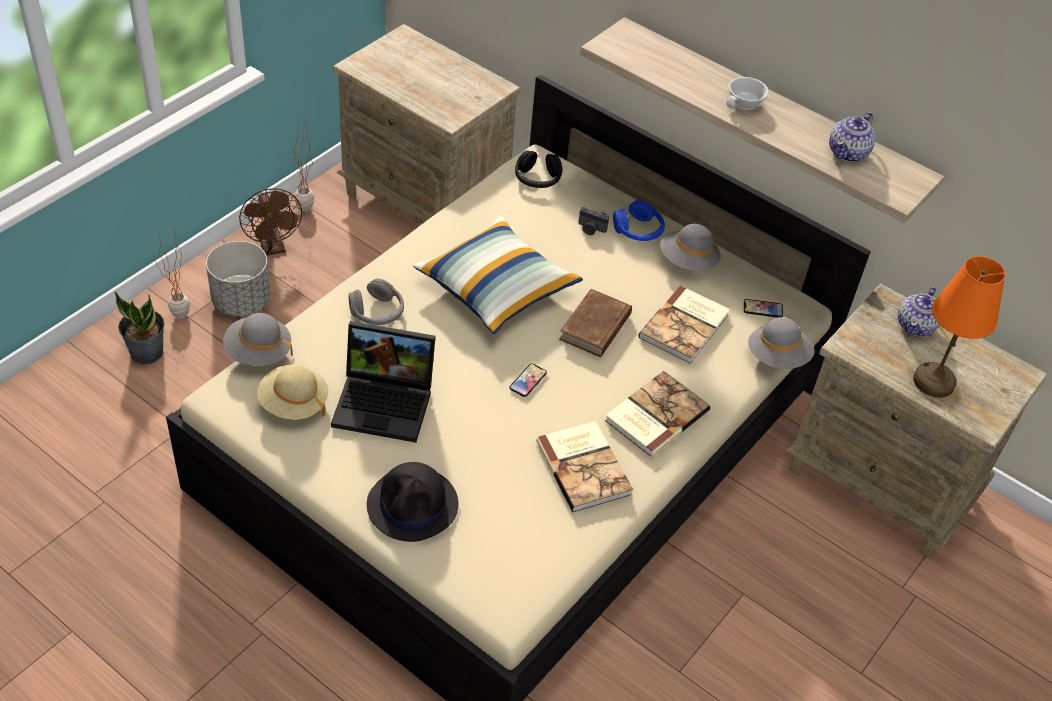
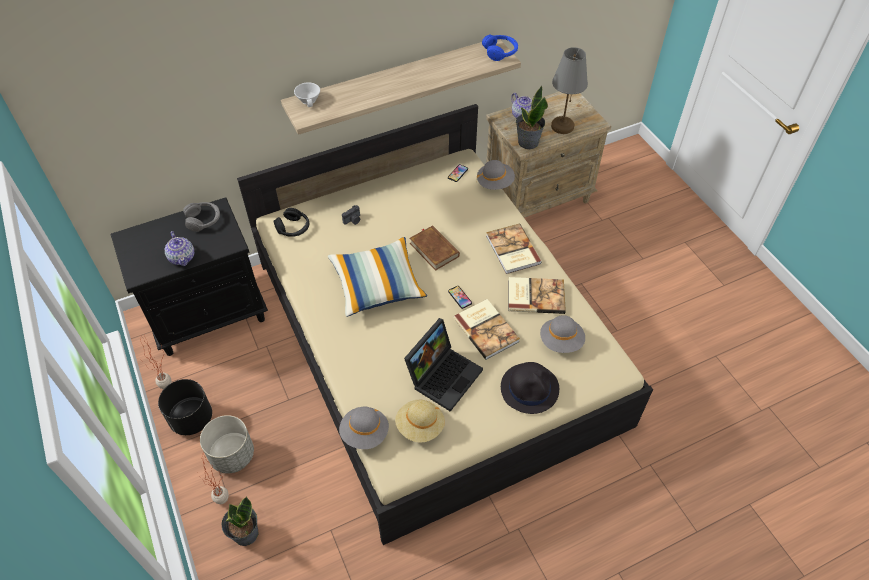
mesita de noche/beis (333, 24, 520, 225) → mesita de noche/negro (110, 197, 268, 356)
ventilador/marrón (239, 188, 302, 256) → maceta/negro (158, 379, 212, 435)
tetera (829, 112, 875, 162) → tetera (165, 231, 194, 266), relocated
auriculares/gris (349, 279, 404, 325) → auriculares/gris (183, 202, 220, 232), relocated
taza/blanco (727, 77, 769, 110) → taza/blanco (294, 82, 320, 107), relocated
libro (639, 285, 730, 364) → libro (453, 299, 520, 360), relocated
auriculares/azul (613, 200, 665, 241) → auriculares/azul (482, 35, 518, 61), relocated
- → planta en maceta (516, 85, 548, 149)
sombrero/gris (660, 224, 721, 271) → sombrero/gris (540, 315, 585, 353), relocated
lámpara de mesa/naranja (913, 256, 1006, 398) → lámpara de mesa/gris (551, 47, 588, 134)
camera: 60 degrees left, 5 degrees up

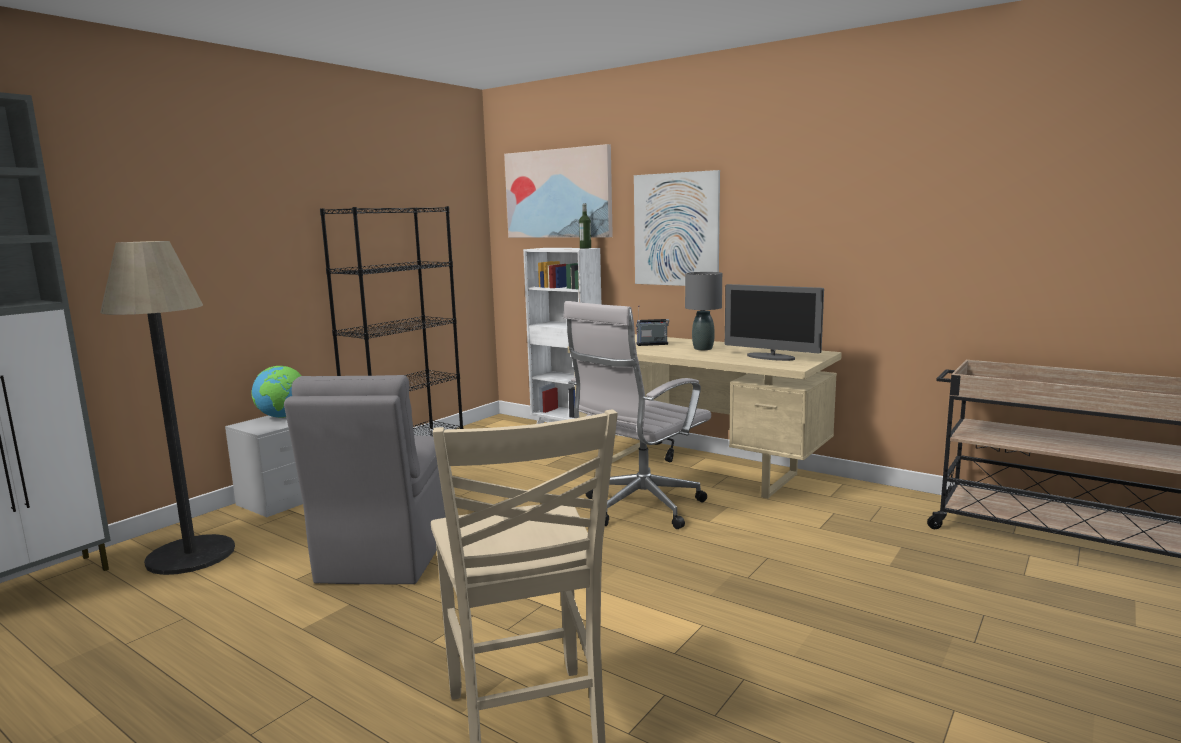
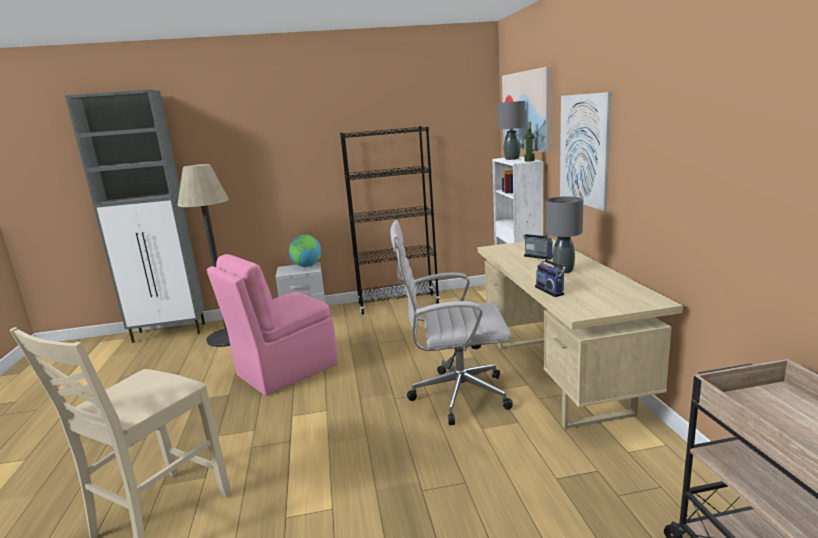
silla/gris (284, 375, 446, 584) → silla/rosa (207, 254, 338, 396)
- → lámpara de mesa/gris (498, 101, 525, 160)
- → radio (535, 252, 566, 297)
monitor (724, 284, 824, 361) → -
camera: 45 degrees right, 5 degrees up

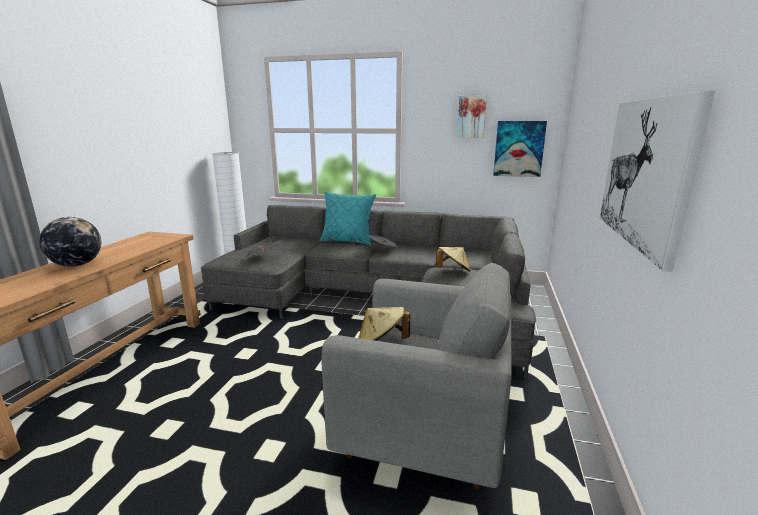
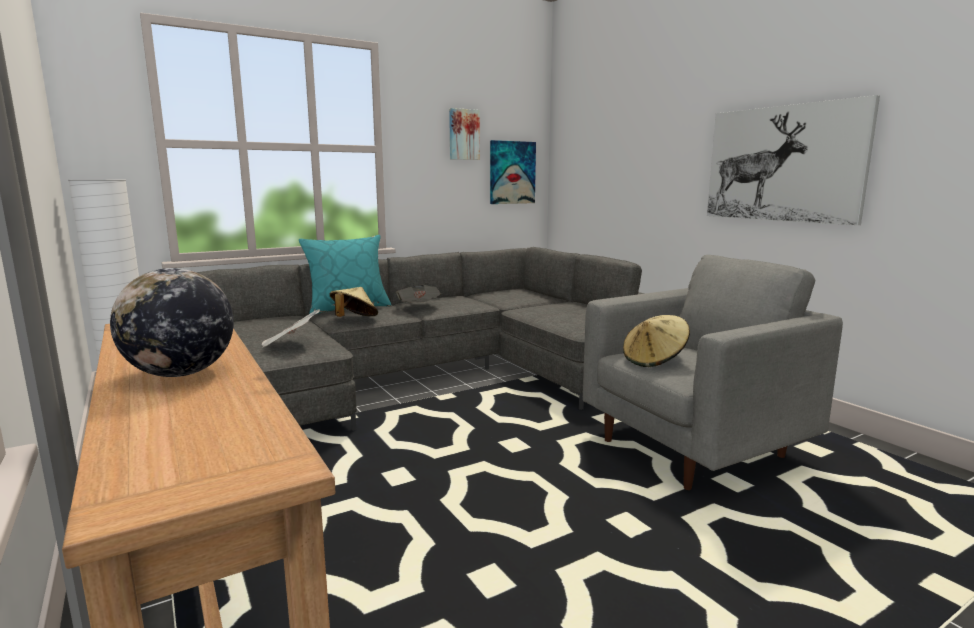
sombrero/beis (436, 247, 471, 272) → sombrero/beis (329, 287, 378, 317), relocated
camera: 45 degrees left, 5 degrees down

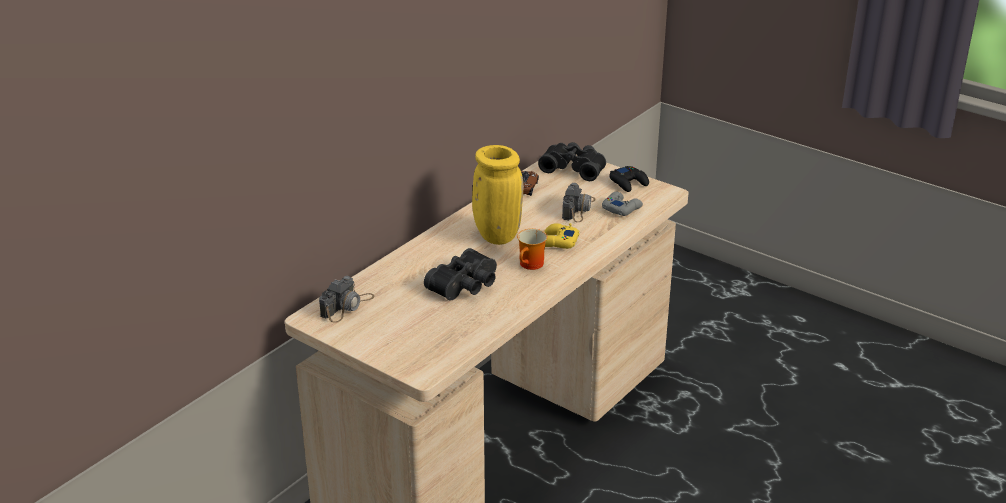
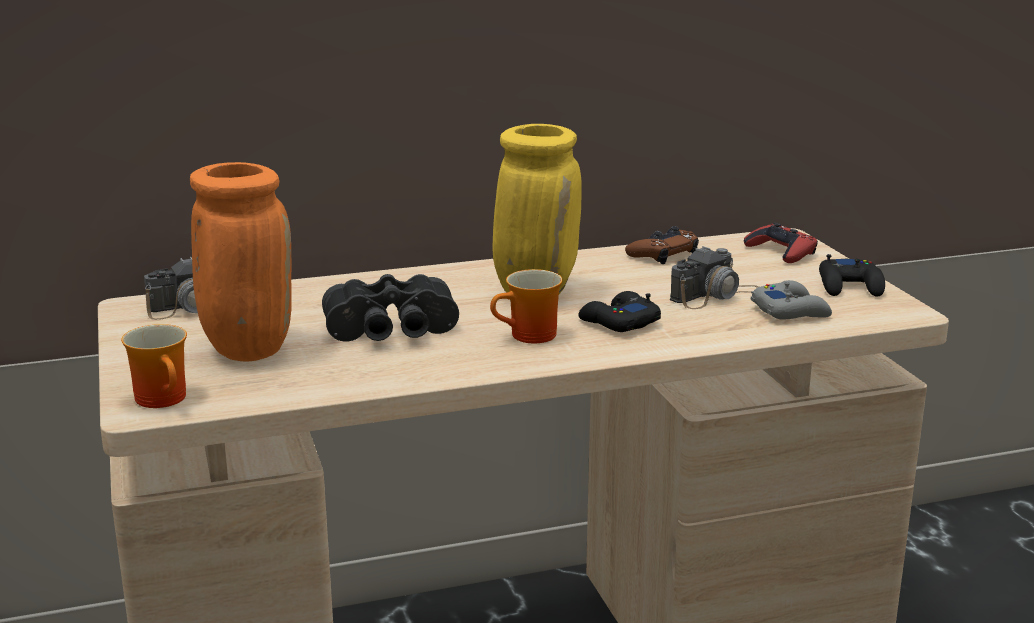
- → taza grande (121, 324, 187, 408)
- → florero/naranja (190, 162, 292, 362)
mando de consola/amarillo (544, 223, 580, 249) → mando de consola/negro (578, 291, 661, 332)
prismáticos/negro (538, 142, 606, 181) → mando de consola/rojo (744, 223, 818, 263)
camera: 35 degrees right, 10 degrees down

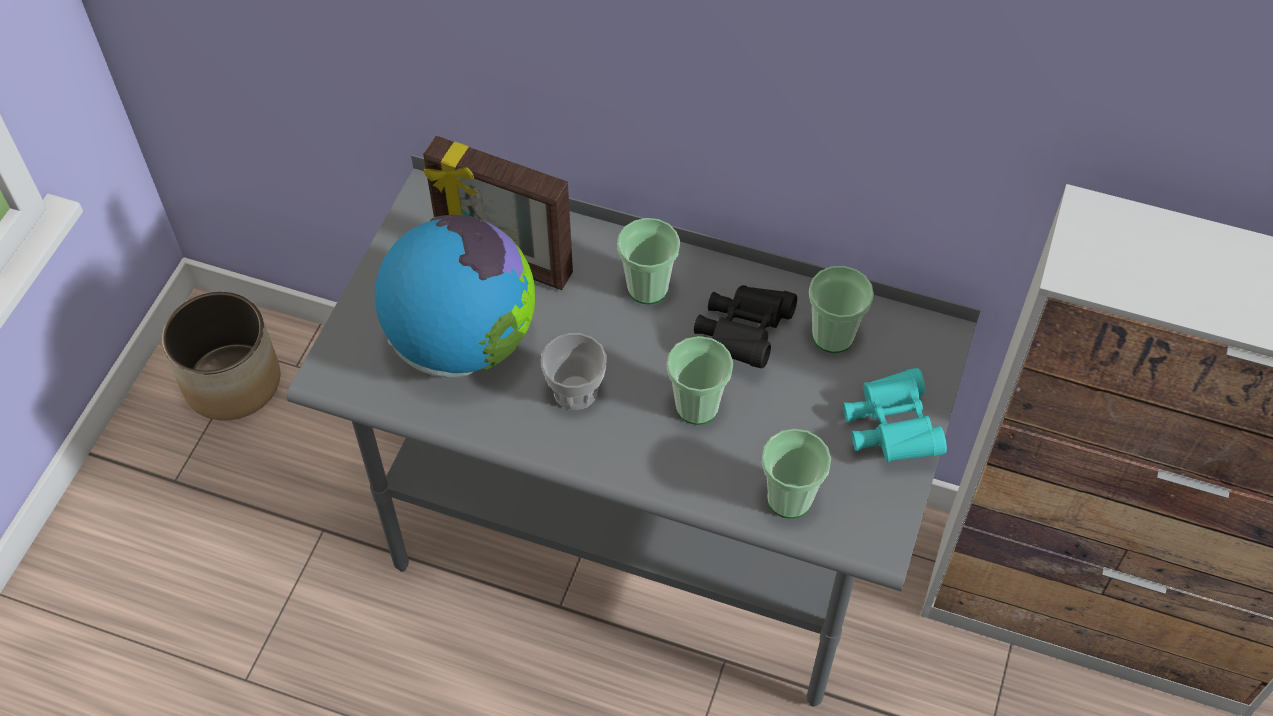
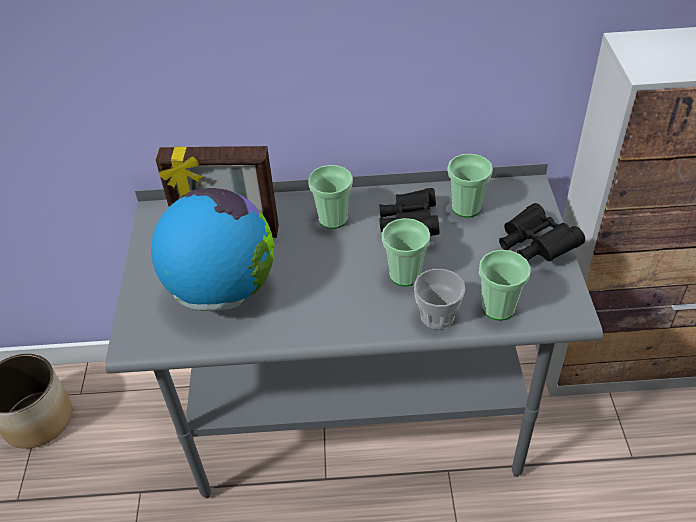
taza (541, 333, 606, 410) → taza (414, 269, 465, 329), relocated
prismáticos/turquesa (843, 368, 947, 462) → prismáticos/negro (499, 203, 585, 261)
camera: 20 degrees left, 10 degrees down

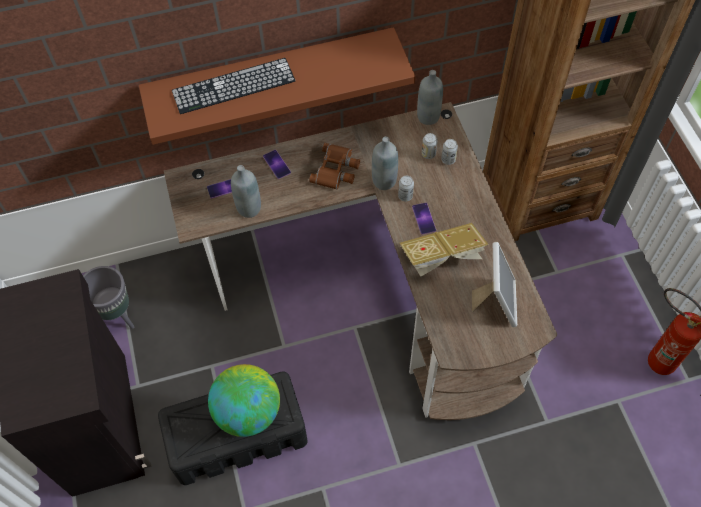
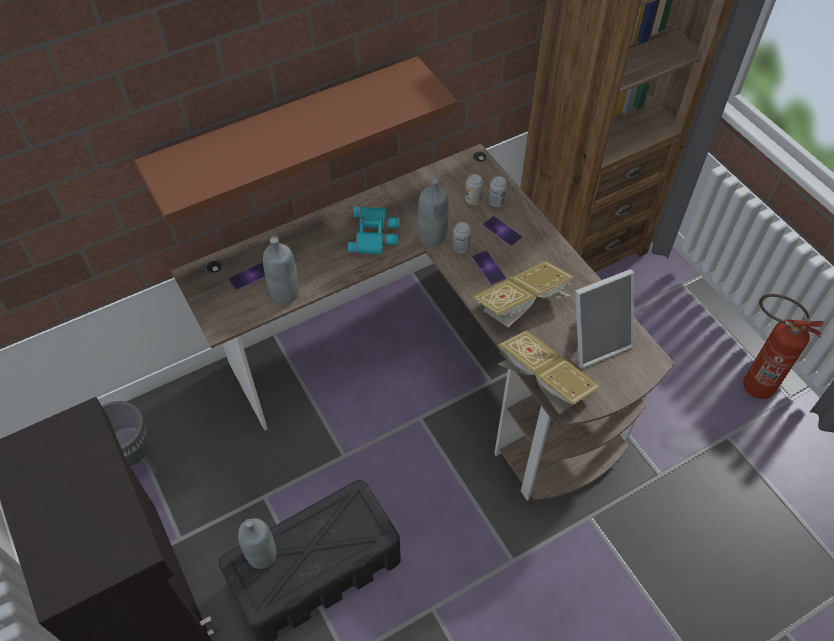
botella/gris (417, 70, 443, 125) → botella/gris (238, 518, 277, 569), relocated
prismáticos/marrón (309, 143, 360, 190) → prismáticos/turquesa (348, 207, 400, 255)
móvil (263, 150, 291, 179) → móvil (482, 216, 522, 246), relocated
- → libro (498, 330, 601, 414)
portarretratos (472, 242, 517, 327) → portarretratos (570, 269, 634, 368), 75 degrees clockwise
teclado (172, 58, 296, 114) → -
globo terráqueo (208, 364, 280, 437) → -
camera: 15 degrees left, 5 degrees down

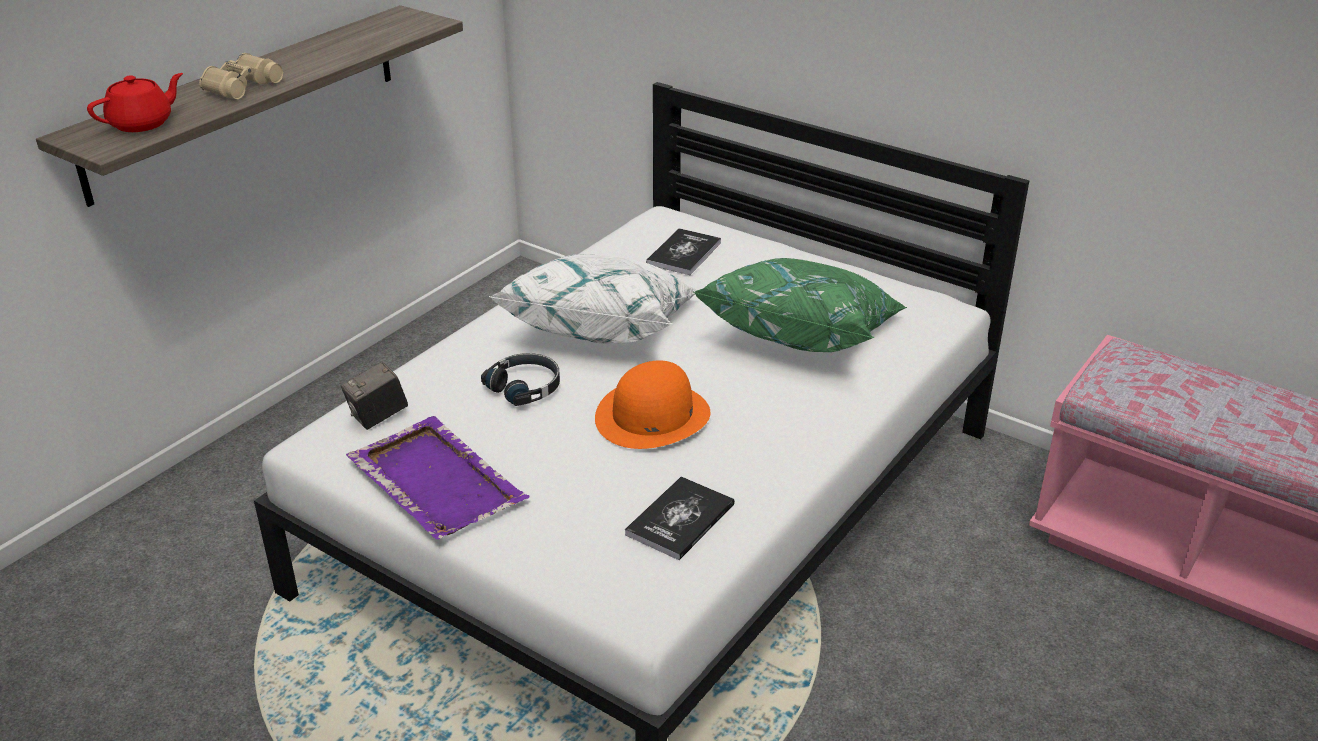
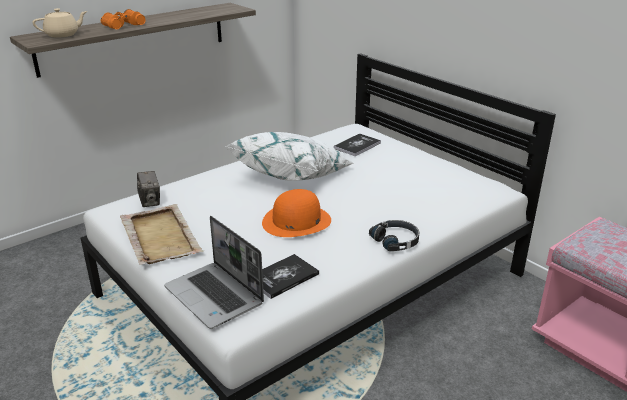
tetera/rojo (87, 73, 183, 132) → tetera/beis (33, 8, 87, 38)
prismáticos/beis (199, 53, 283, 99) → prismáticos/naranja (101, 9, 145, 29)
bandeja/morado (346, 416, 530, 540) → bandeja/beis (120, 204, 204, 265)
cámara (341, 362, 408, 430) → cámara (137, 171, 160, 207), 90 degrees counterclockwise
- → portátil (164, 216, 264, 329)
auriculares/negro (481, 353, 560, 406) → auriculares/negro (369, 220, 419, 251), relocated
cojín/verde (693, 258, 907, 352) → -
camera: 15 degrees right, 5 degrees down

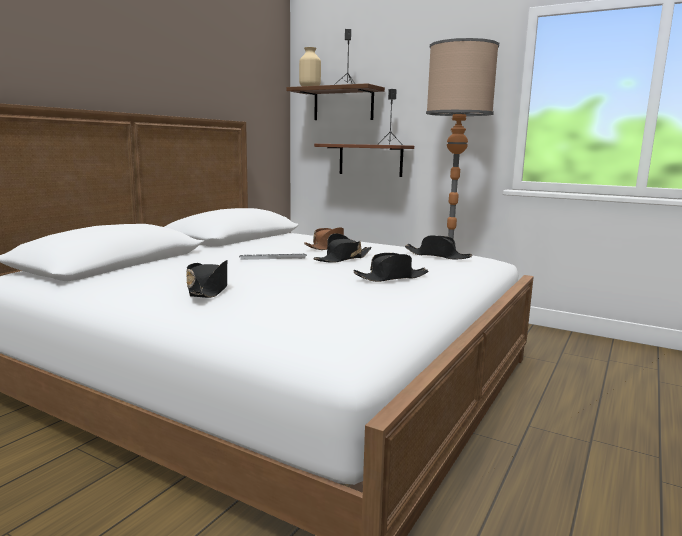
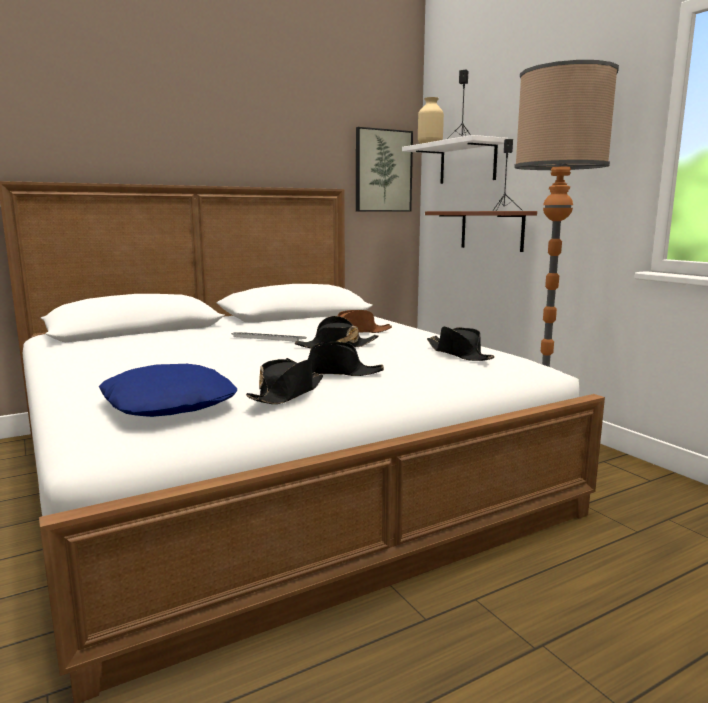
- → cojín/azul (99, 364, 237, 417)
sombrero/negro (186, 260, 227, 298) → sombrero/negro (246, 359, 323, 404), relocated
- → cuadro (356, 127, 413, 212)
estante/marrón (287, 83, 385, 120) → estante/blanco (402, 135, 508, 184)
camera: 30 degrees right, 0 degrees up

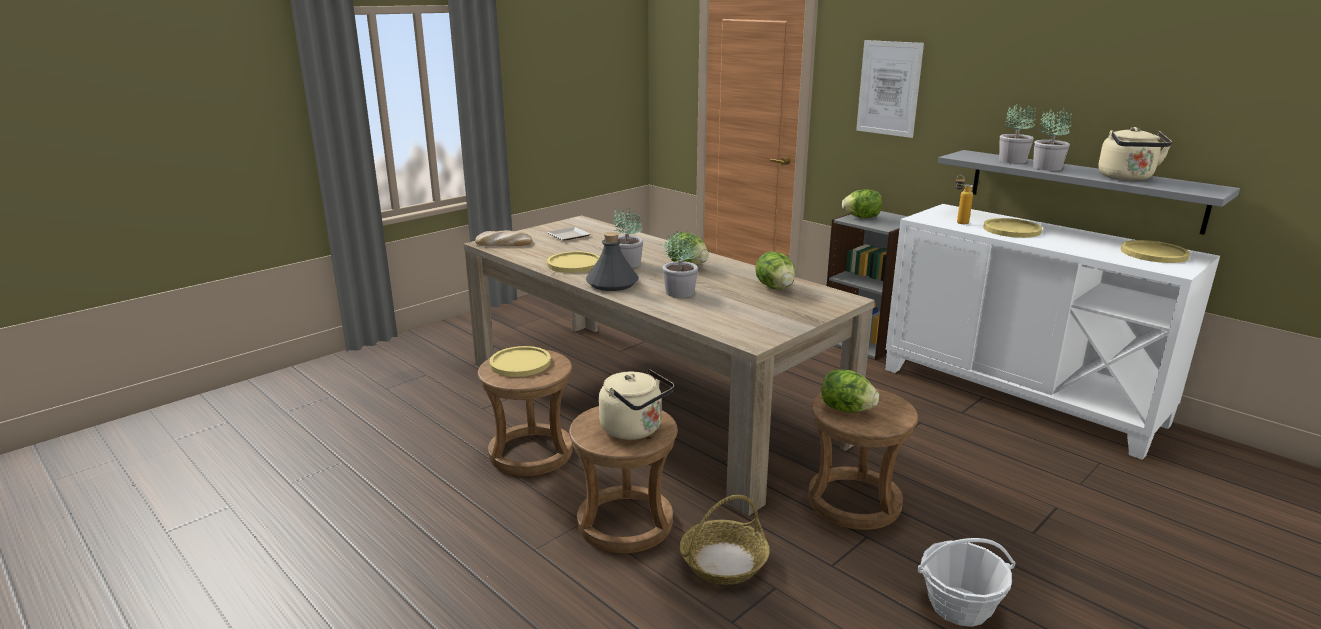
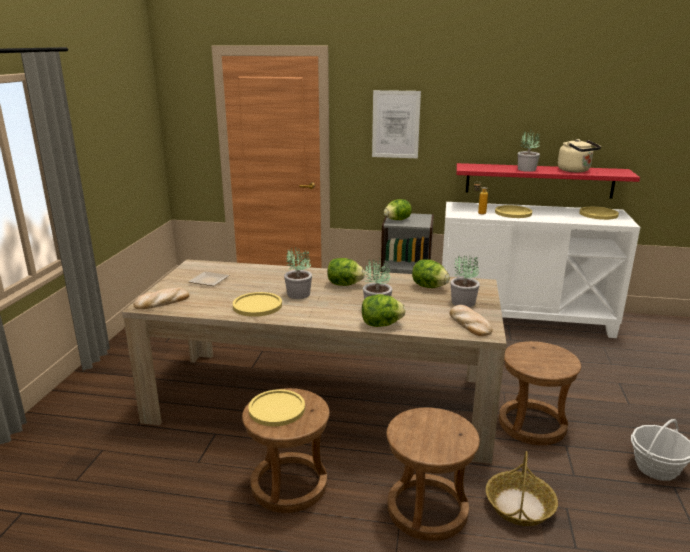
lechuga (822, 369, 879, 413) → lechuga (362, 294, 406, 327), relocated
planta en maceta (999, 104, 1036, 164) → planta en maceta (450, 255, 480, 307), relocated
- → pan (450, 305, 493, 336)
estante/gris (938, 150, 1240, 235) → estante/rojo (456, 163, 640, 199)
botella/gris (586, 232, 639, 291) → -
hervidor/beis (599, 369, 674, 440) → -
camera: 35 degrees left, 0 degrees up

